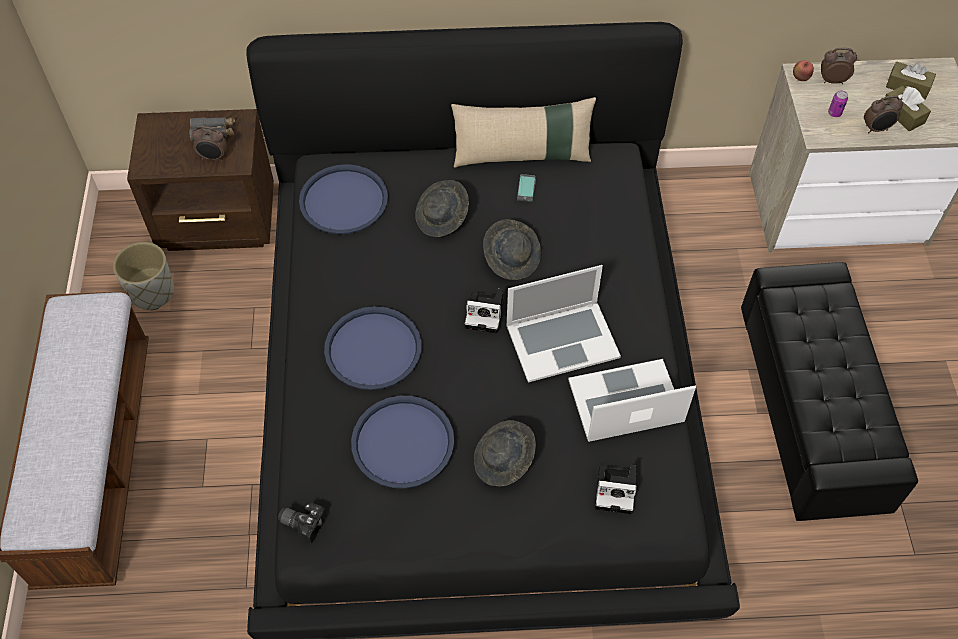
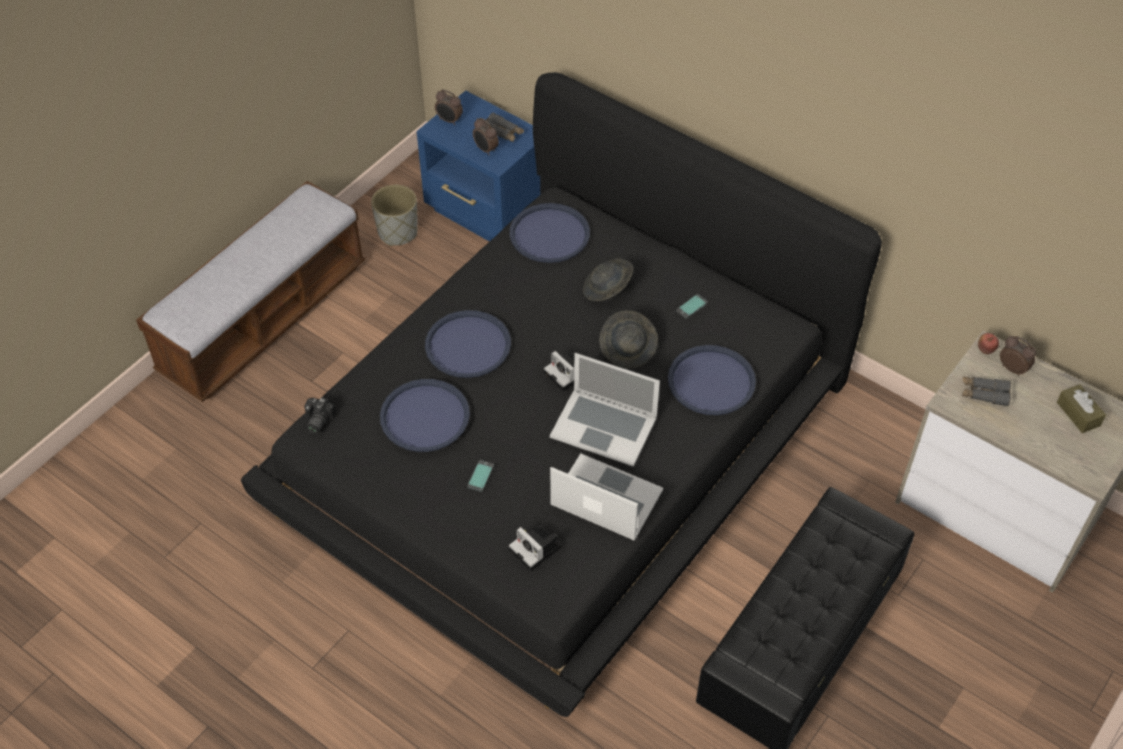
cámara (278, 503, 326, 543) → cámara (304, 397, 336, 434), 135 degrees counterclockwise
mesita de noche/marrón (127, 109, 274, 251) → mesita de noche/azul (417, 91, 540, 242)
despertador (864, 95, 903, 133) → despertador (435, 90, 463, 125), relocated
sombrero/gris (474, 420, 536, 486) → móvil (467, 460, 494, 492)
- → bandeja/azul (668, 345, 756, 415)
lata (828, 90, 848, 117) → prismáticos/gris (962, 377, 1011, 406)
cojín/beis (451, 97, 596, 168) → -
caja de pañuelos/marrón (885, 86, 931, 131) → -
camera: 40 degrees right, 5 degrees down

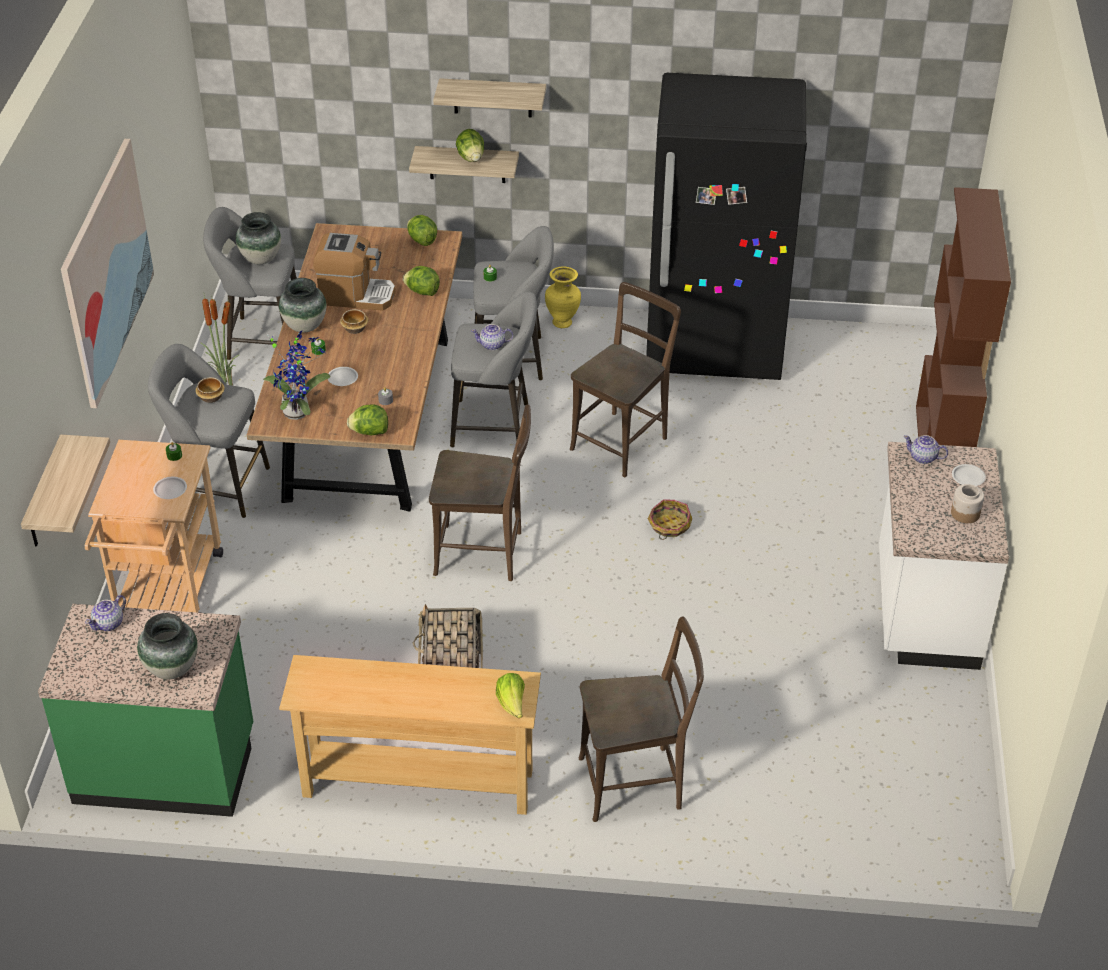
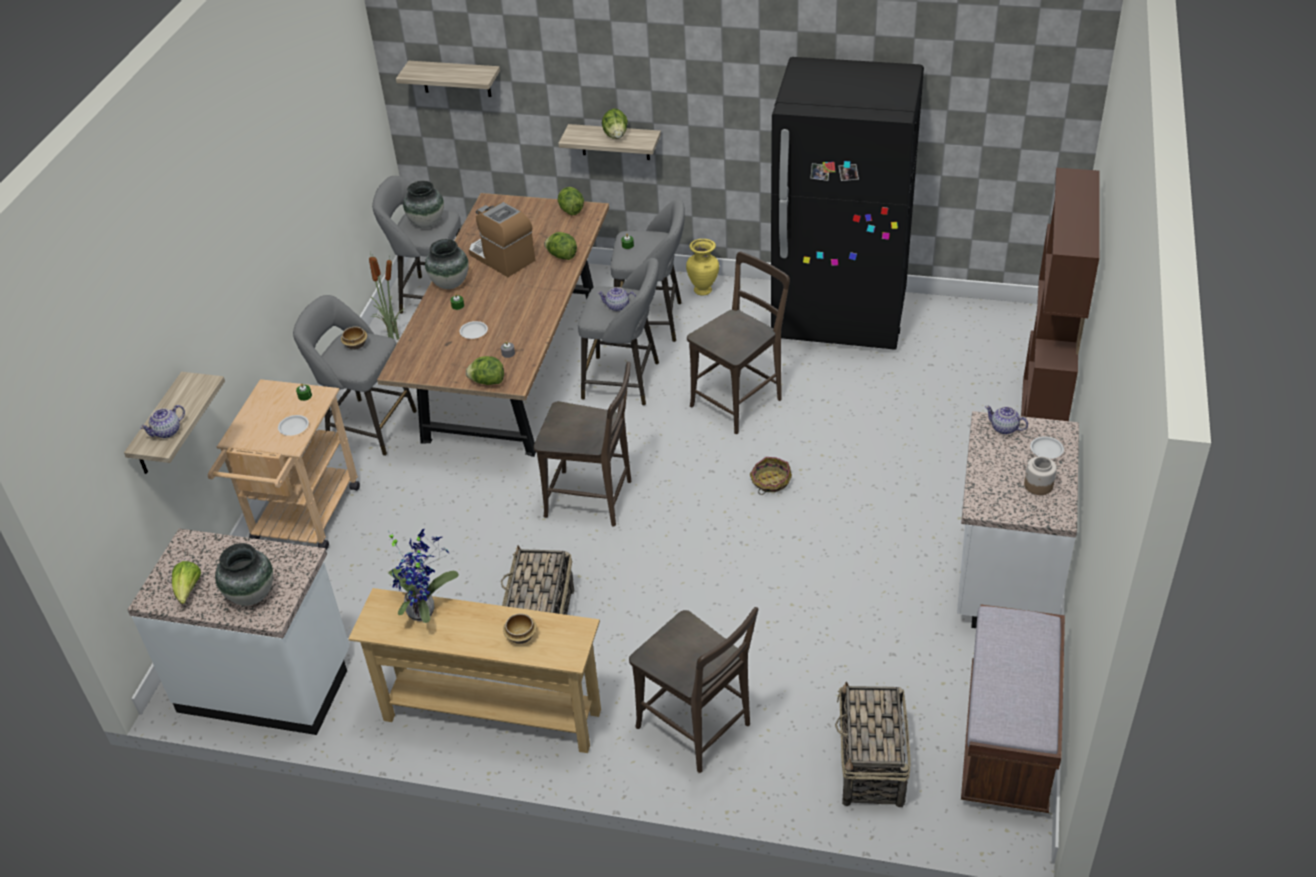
mueble bajo de cocina/verde (38, 604, 253, 817) → mueble bajo de cocina/blanco (127, 528, 350, 735)
tetera (85, 595, 126, 631) → tetera (140, 405, 185, 438), relocated
lechuga (496, 673, 525, 718) → lechuga (172, 561, 201, 604), relocated
planta en maceta (263, 331, 330, 420) → planta en maceta (388, 529, 459, 623), relocated
estante (433, 78, 546, 117) → estante (396, 61, 500, 97), relocated
cafetera (313, 233, 396, 311) → cafetera (469, 202, 535, 277), 150 degrees counterclockwise
cuenco (340, 309, 368, 334) → cuenco (503, 613, 537, 644), relocated
silla/marrón (579, 617, 704, 822) → silla/marrón (629, 607, 758, 773), 45 degrees clockwise
- → cesta (835, 681, 911, 807)
- → banco/marrón (961, 605, 1065, 813)
cuadro (61, 139, 154, 408) → -
camera: 10 degrees right, 0 degrees up

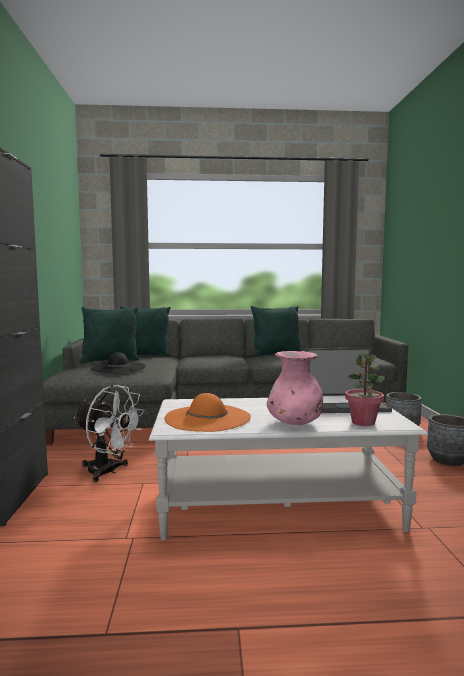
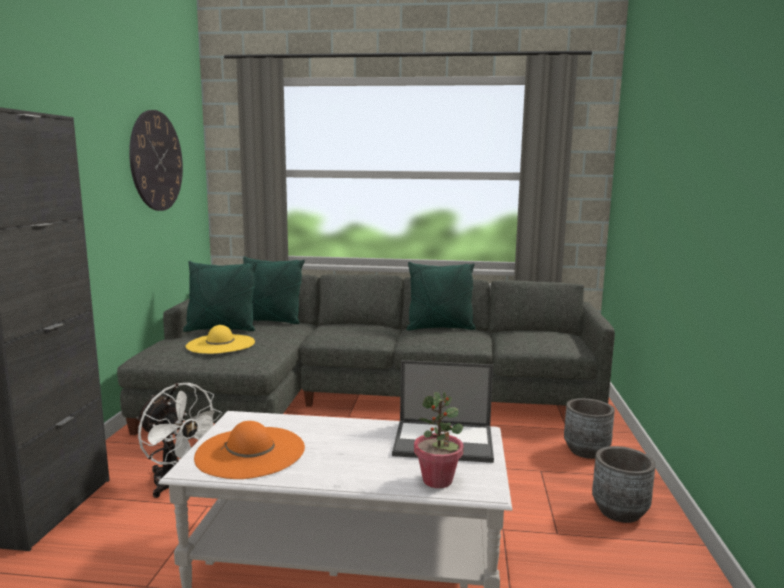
- → reloj de pared (129, 110, 183, 211)
sombrero/negro (91, 352, 146, 373) → sombrero/amarillo (185, 325, 255, 354)
florero/rosa (266, 351, 323, 425) → -
camera: 10 degrees right, 5 degrees up

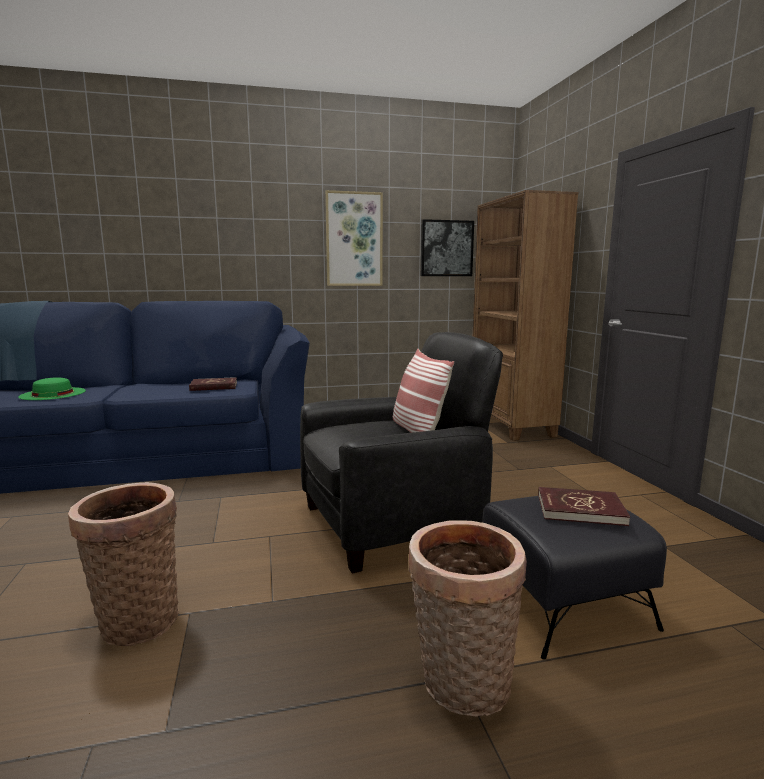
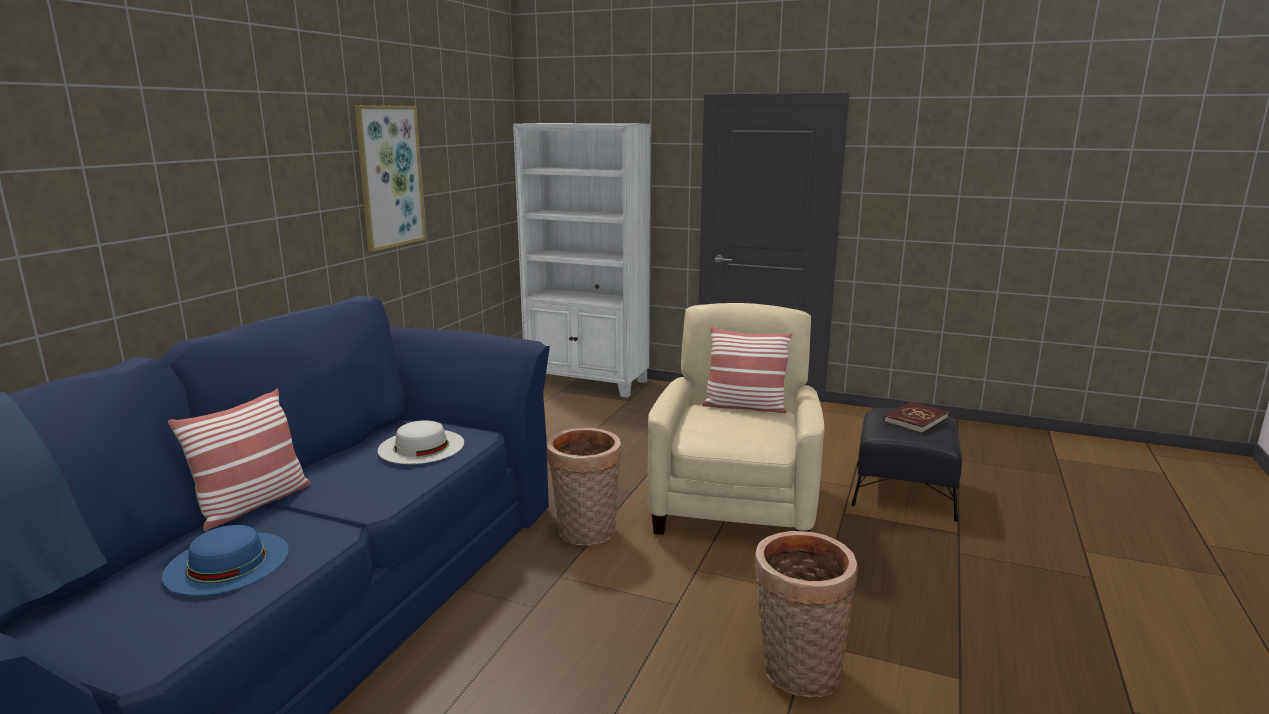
sombrero/verde (18, 377, 86, 400) → sombrero/azul (162, 525, 289, 596)
- → cojín (168, 389, 311, 531)
libro/rojo (189, 377, 237, 391) → sombrero/blanco (378, 420, 464, 464)
estantería/marrón (473, 190, 579, 441) → estantería/blanco (513, 123, 651, 398)
cesta (408, 520, 527, 716) → cesta (547, 428, 621, 546), relocated
sillón/negro (300, 332, 503, 574) → sillón/beis (647, 303, 825, 535)
cuadro (421, 219, 474, 276) → -
camera: 55 degrees left, 5 degrees up

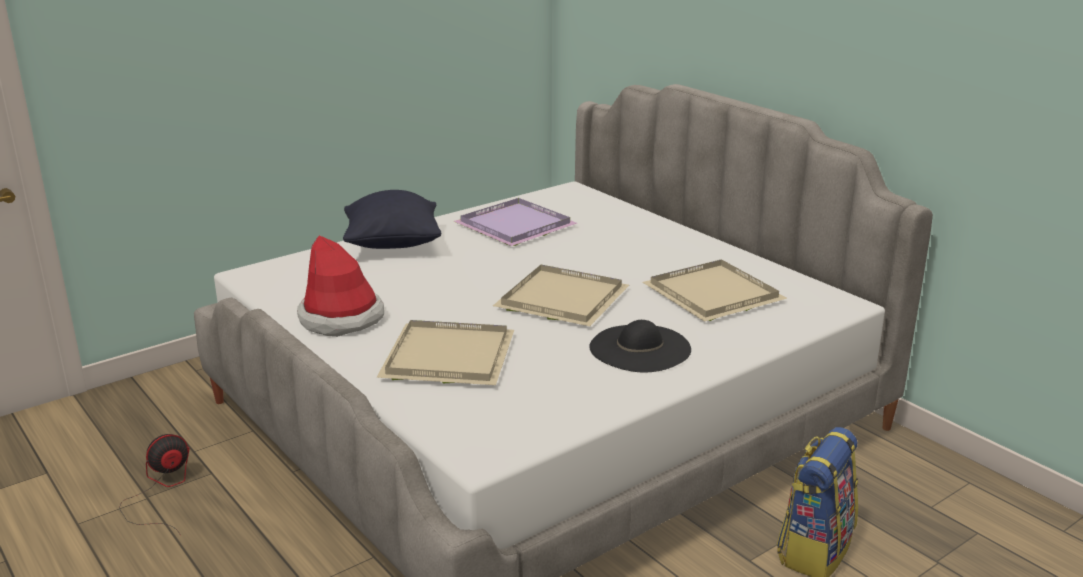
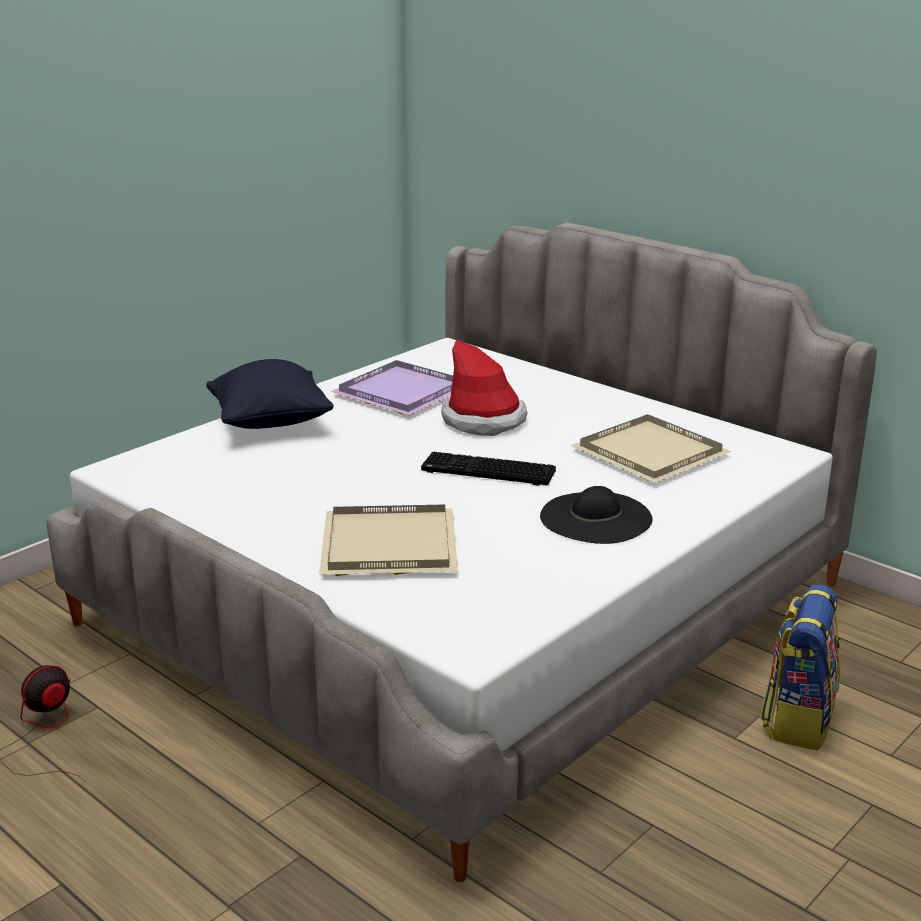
bandeja/beis (493, 265, 629, 326) → teclado (421, 451, 556, 486)
sombrero (297, 235, 384, 337) → sombrero (441, 340, 528, 436), relocated
camera: 10 degrees left, 0 degrees up

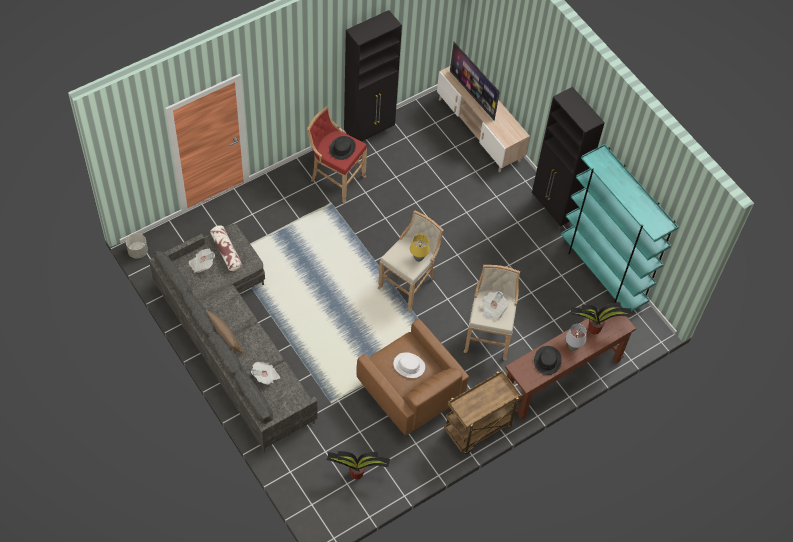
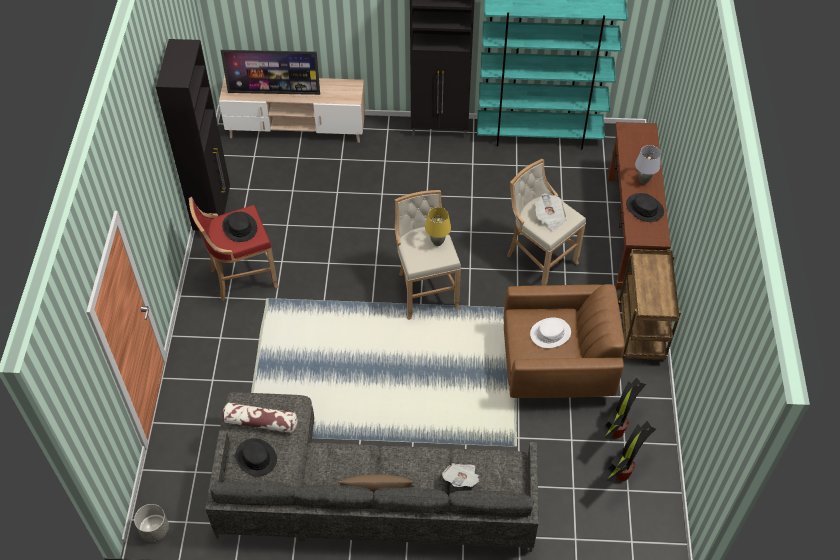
periódico (189, 248, 215, 273) → sombrero/negro (235, 438, 277, 477)
planta en maceta (571, 302, 631, 334) → planta en maceta (599, 378, 646, 439), relocated
camera: 50 degrees left, 5 degrees down

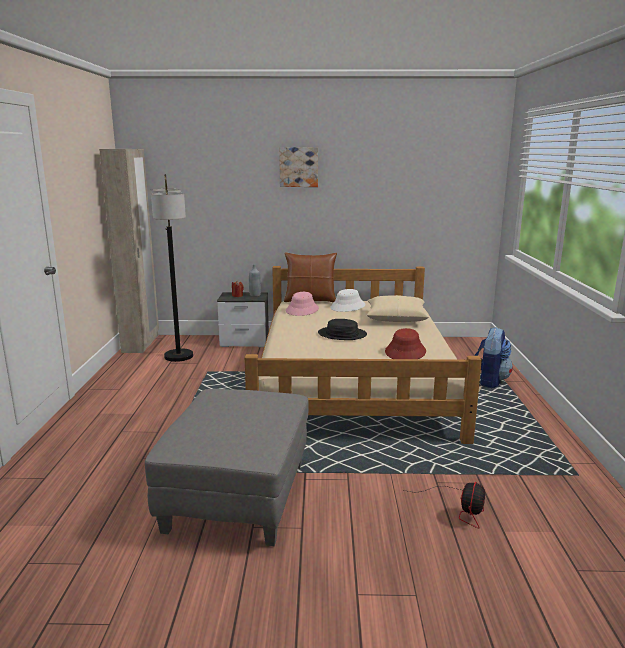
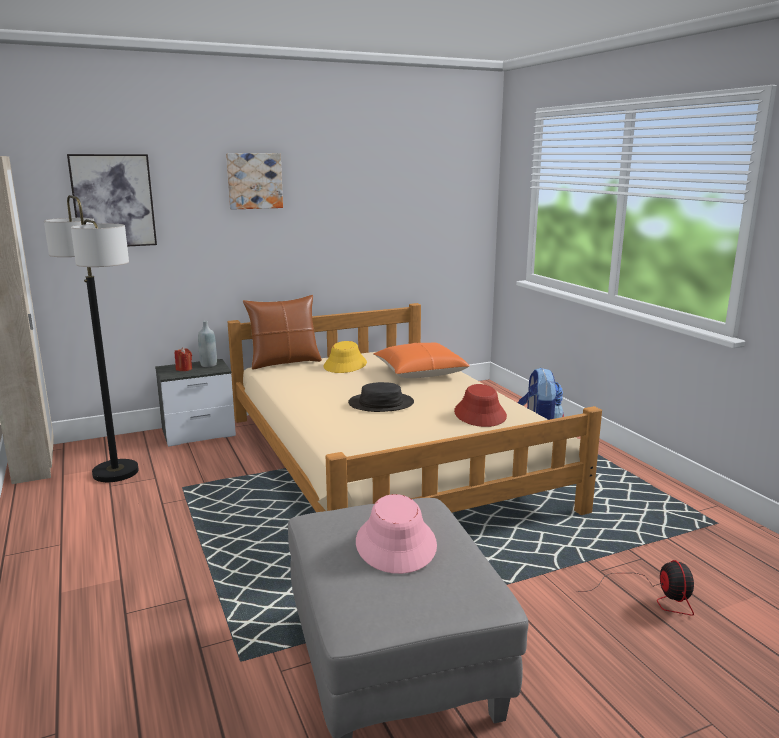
- → cuadro (67, 154, 157, 247)
sombrero/blanco (330, 289, 365, 312) → sombrero/amarillo (324, 341, 367, 373)
sombrero/rosa (286, 292, 319, 316) → sombrero/rosa (356, 494, 437, 574), relocated
cojín/beis (367, 295, 429, 322) → cojín/naranja (374, 343, 469, 378)
camera: 25 degrees left, 0 degrees up

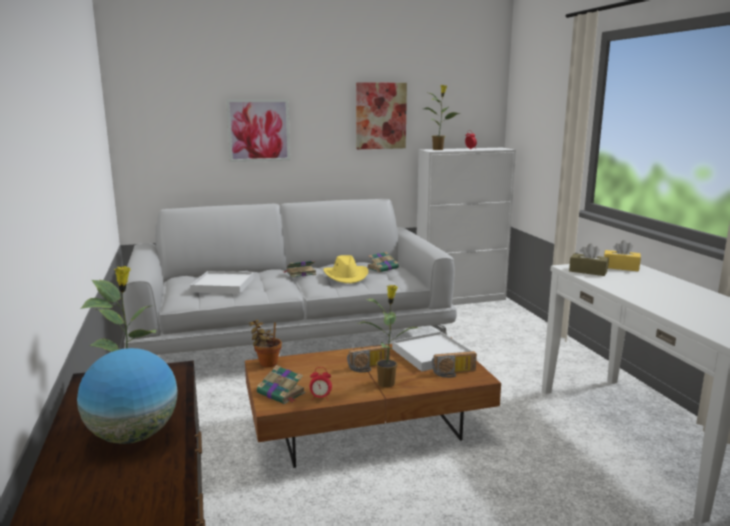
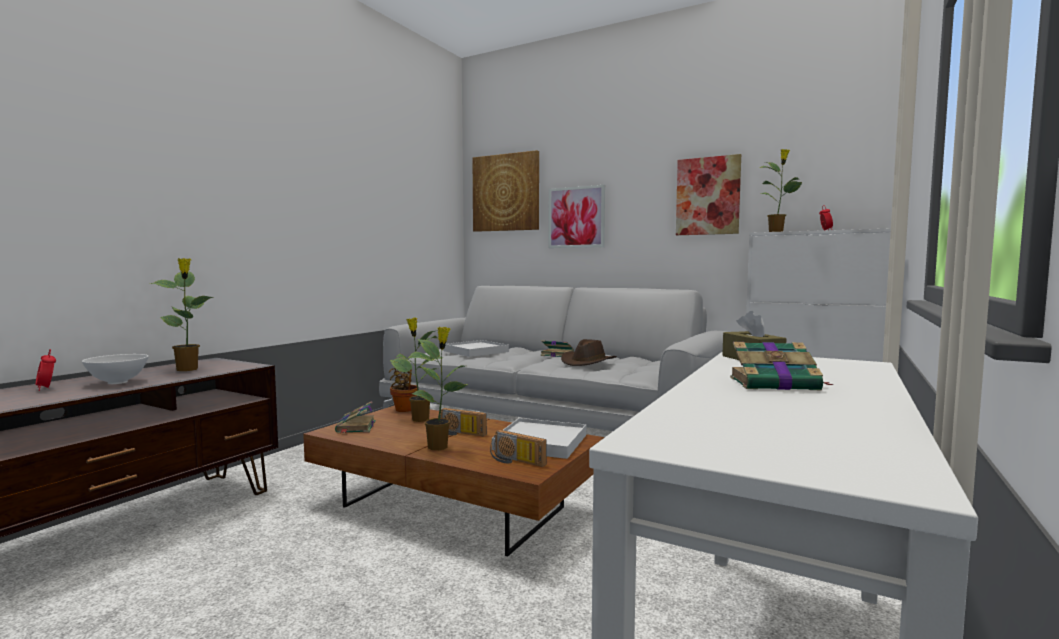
despertador (310, 367, 332, 400) → despertador (36, 349, 56, 391), relocated
globo terráqueo (77, 348, 178, 444) → cuenco/blanco (82, 354, 149, 384)
- → planta en maceta (390, 318, 443, 422)
- → cuadro (473, 150, 539, 232)
sombrero/amarillo (323, 255, 368, 283) → sombrero/marrón (561, 339, 617, 366)
libro (367, 251, 399, 273) → libro (730, 342, 834, 391), relocated
caja de pañuelos/amarillo (604, 240, 641, 271) → -
camera: 45 degrees right, 10 degrees down

